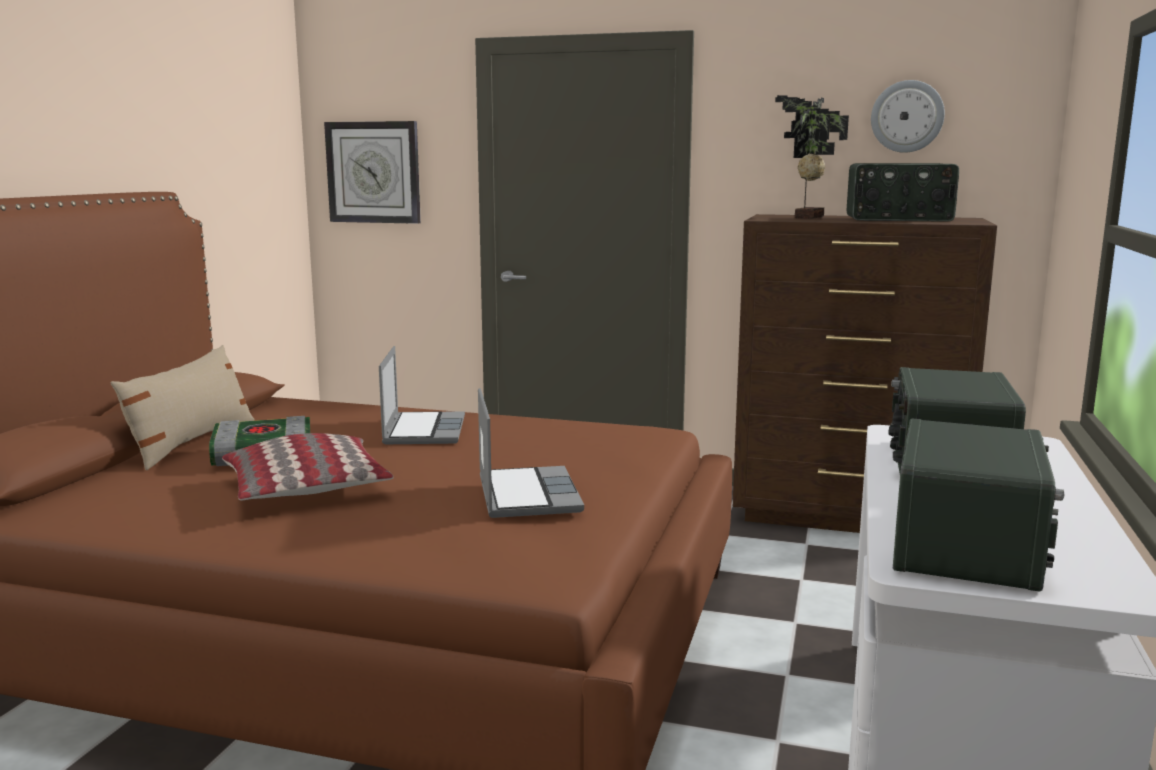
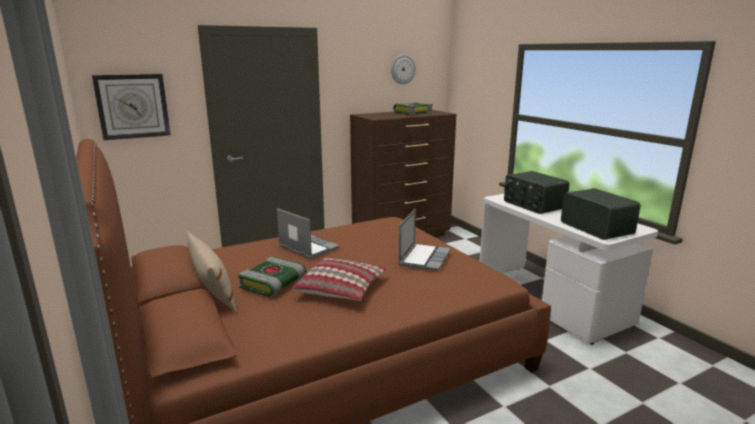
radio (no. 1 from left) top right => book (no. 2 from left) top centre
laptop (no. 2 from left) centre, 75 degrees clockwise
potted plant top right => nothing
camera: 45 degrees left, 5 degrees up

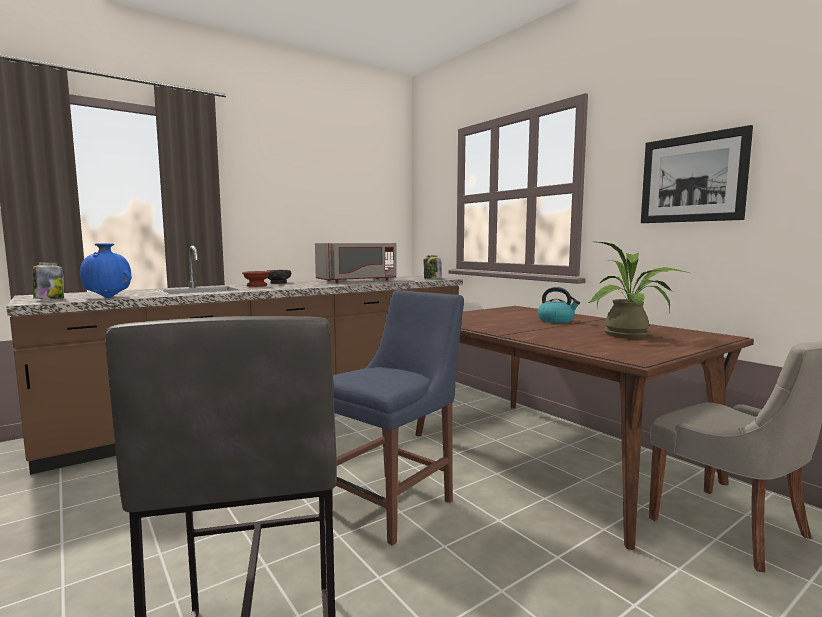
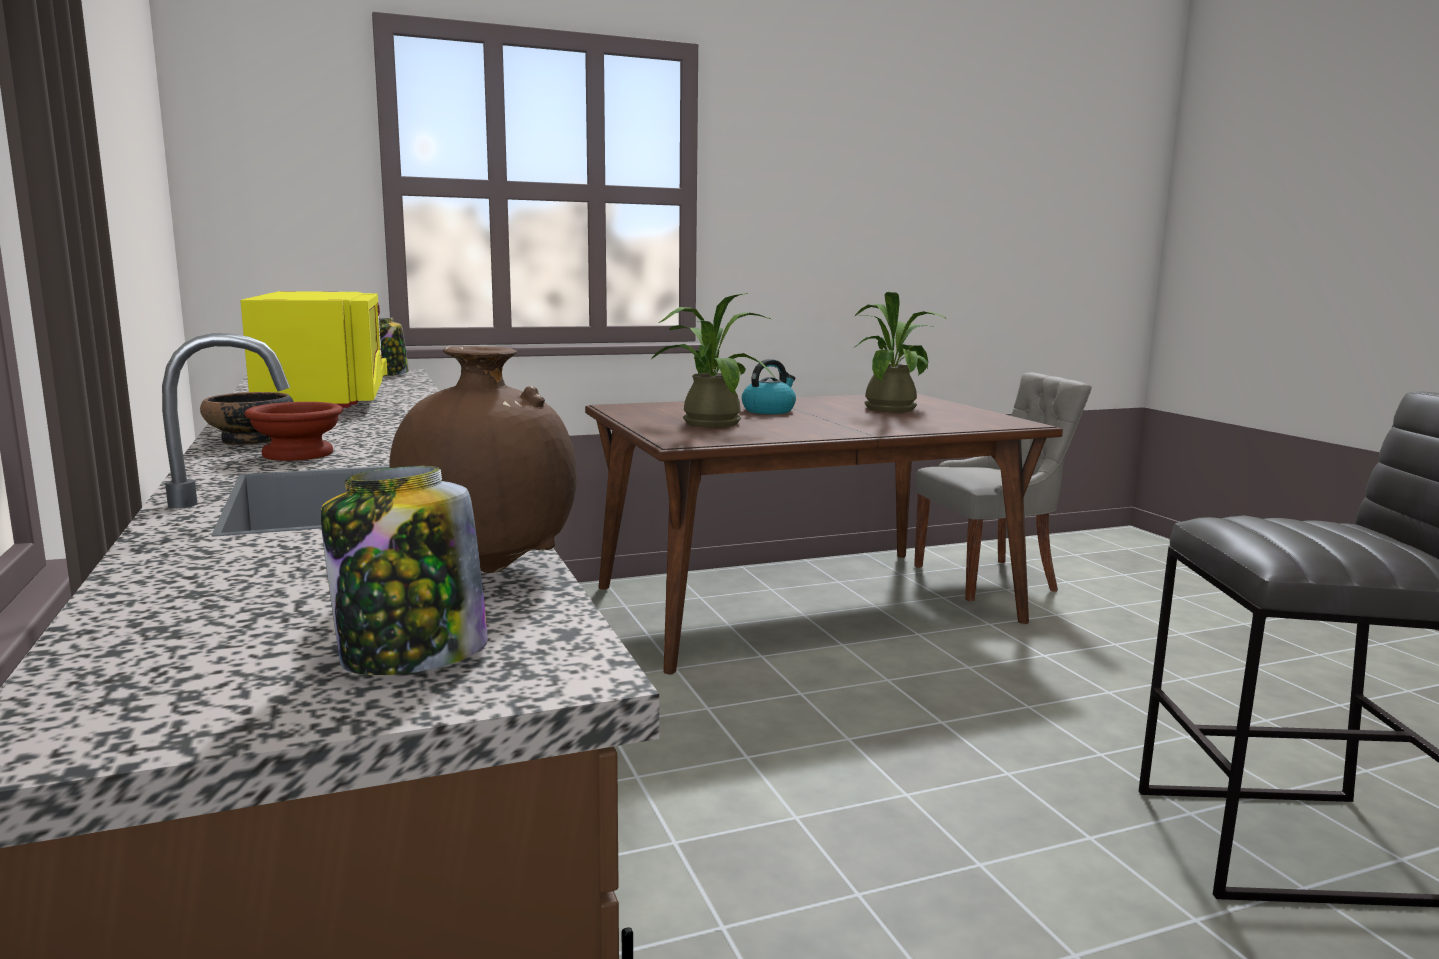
microwave (grey) centre => microwave (yellow) middle left
vase (blue) middle left => vase (brown) centre
nothing => potted plant (no. 1 from left) centre
chair (blue) bottom centre => nothing
picture top right => nothing
camera: 75 degrees left, 5 degrees up

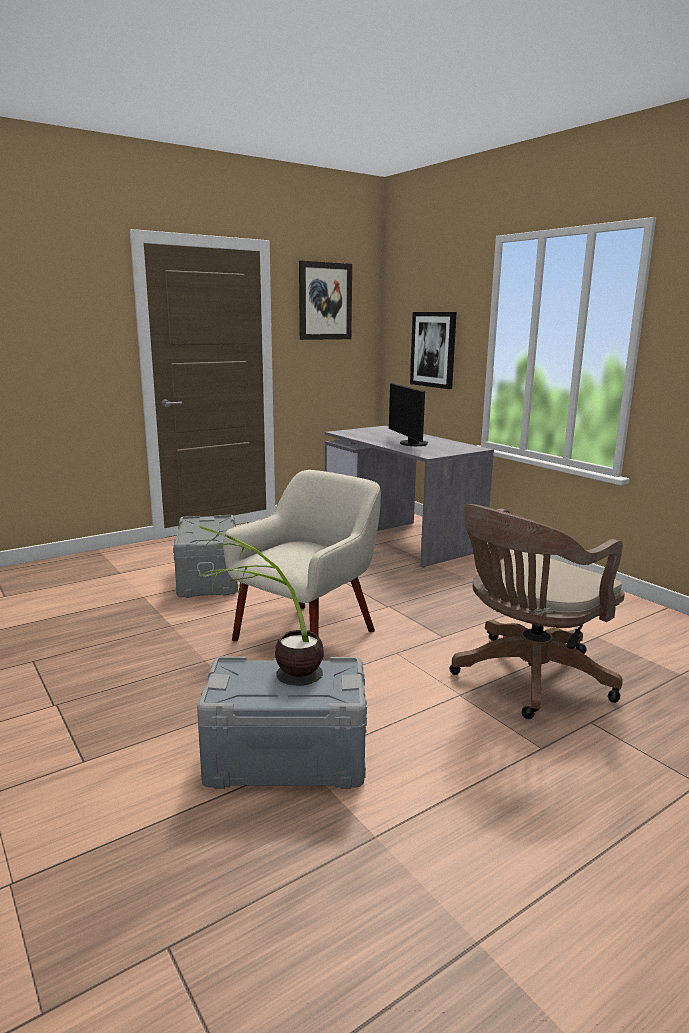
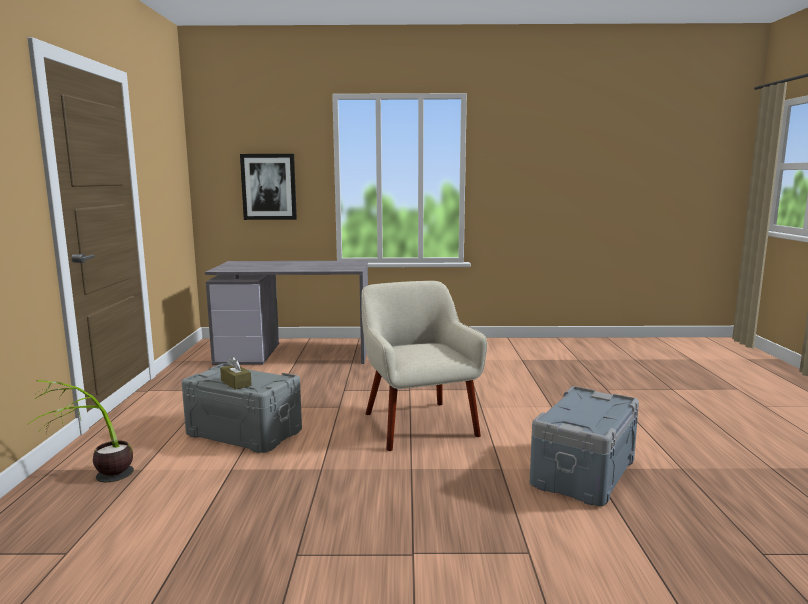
potted plant centre => potted plant bottom left, relocated
nothing => tissue box (brown) middle left
picture (no. 1 from left) top centre => nothing
monitor centre => nothing
office chair (brown) middle right => nothing
camera: 55 degrees left, 5 degrees down

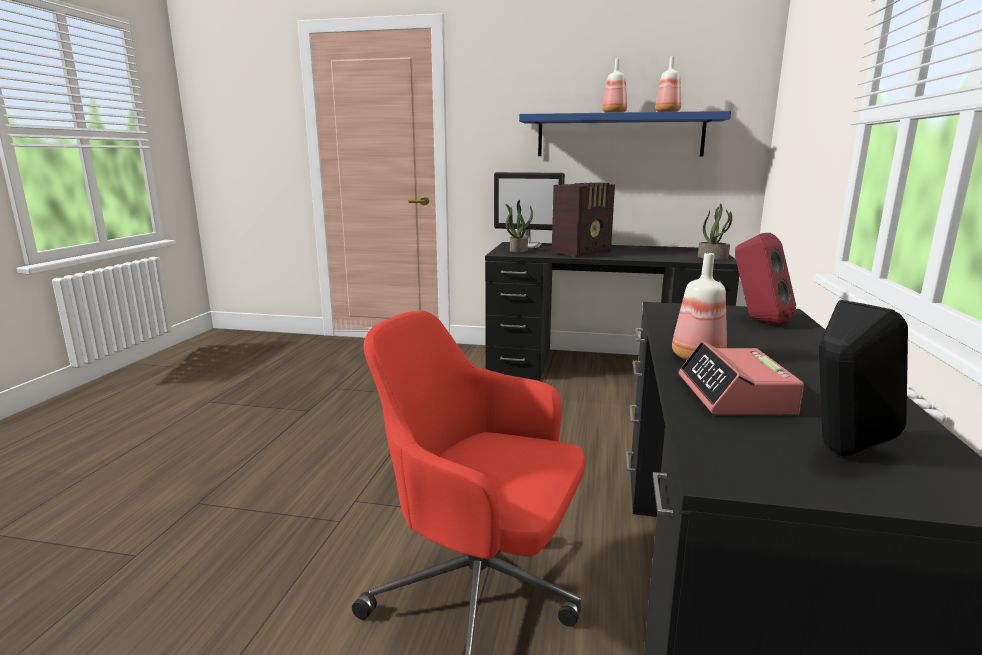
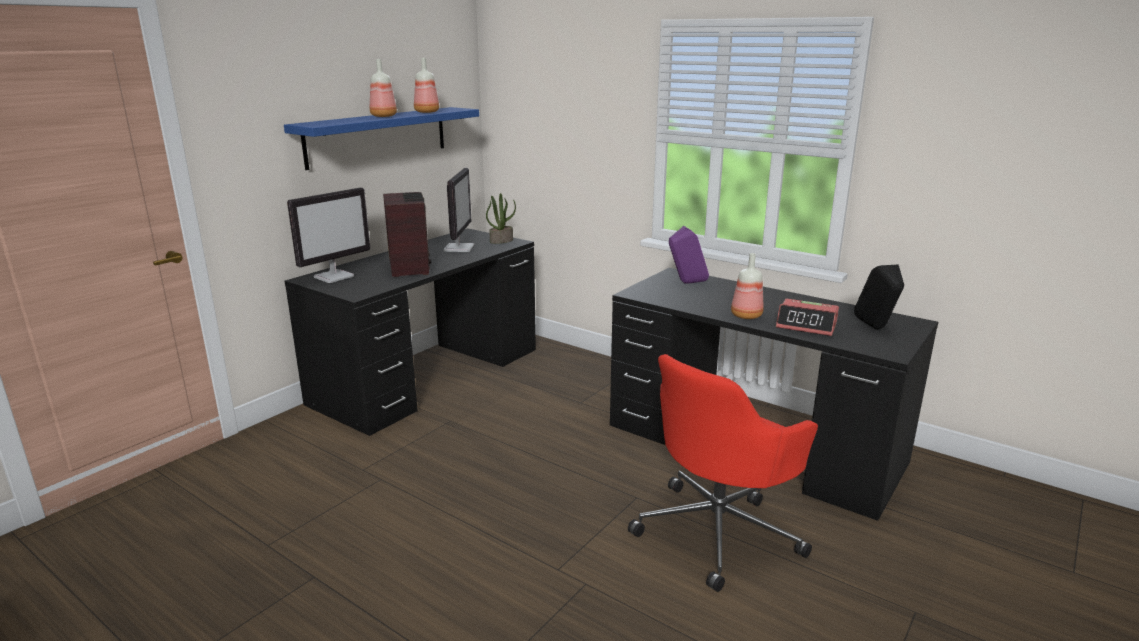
nothing => monitor (no. 2 from left) top centre
speaker (red) middle right => speaker (purple) centre
potted plant (no. 1 from left) centre => nothing
camera: 65 degrees left, 5 degrees up

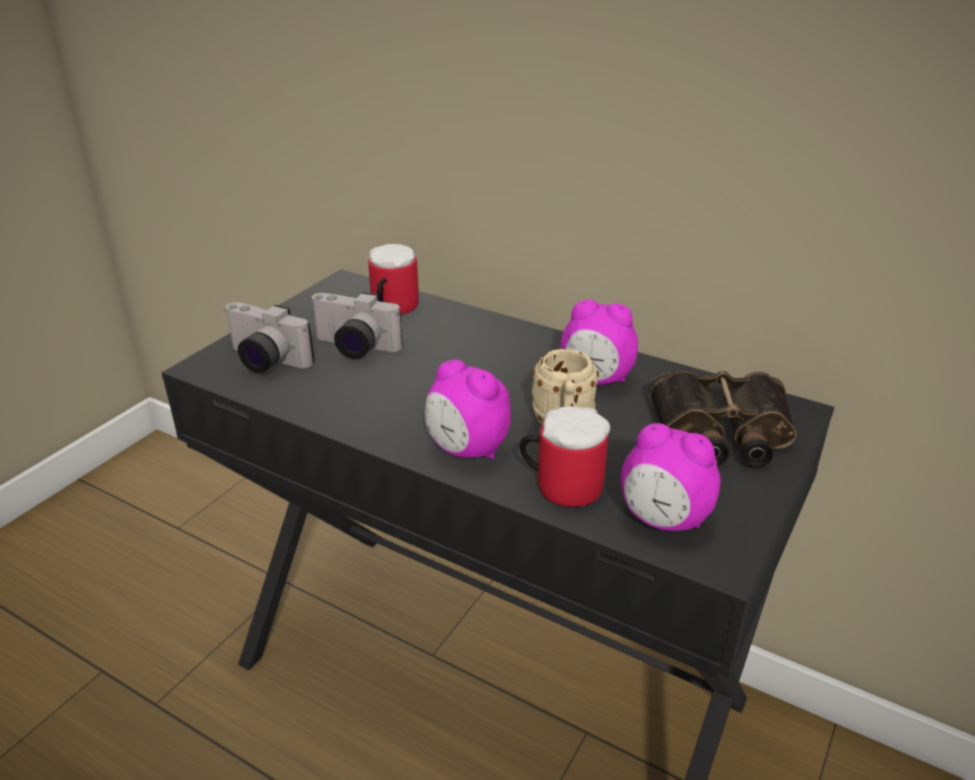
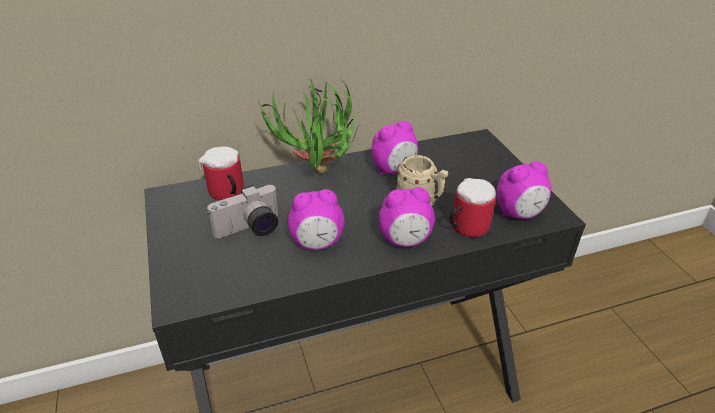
nothing => potted plant top centre
nothing => alarm clock (no. 1 from left) centre
photo camera (no. 1 from left) middle left => nothing
binoculars middle right => nothing
camera: 50 degrees left, 5 degrees up

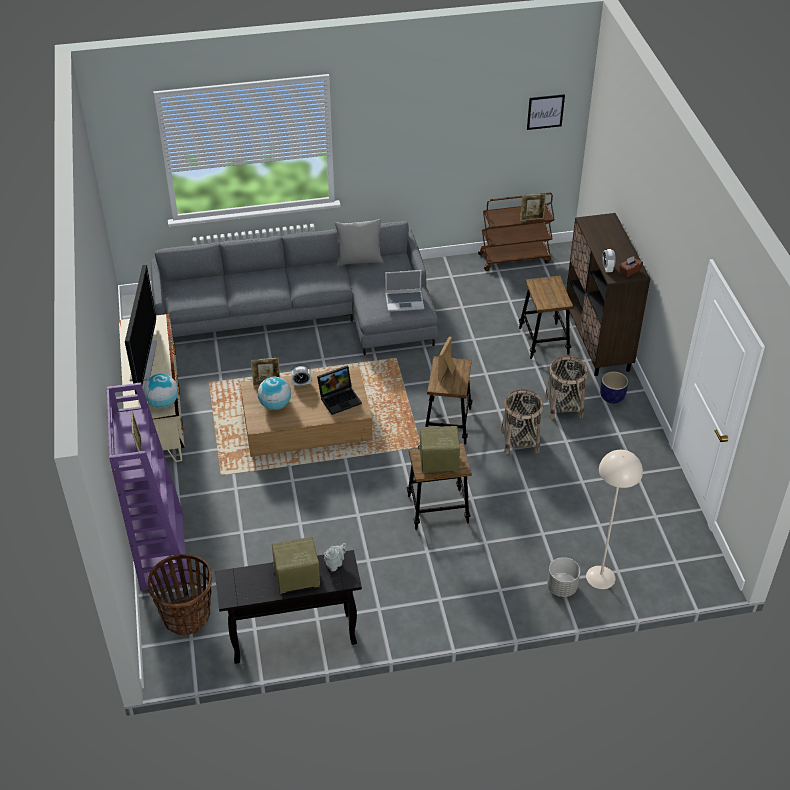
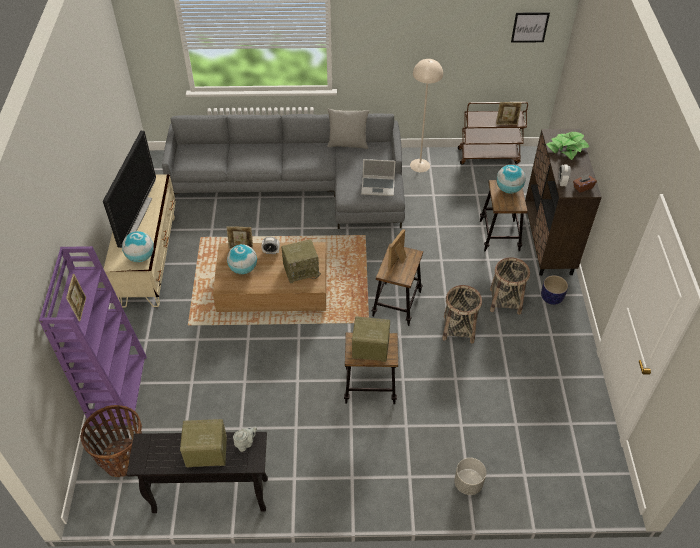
laptop (no. 1 from left) centre => radio (no. 2 from left) centre
floor lamp (beige) middle right => floor lamp (beige) top centre, relocated
nothing => globe (no. 3 from left) top right
nothing => potted plant top right
camera: 10 degrees right, 5 degrees up

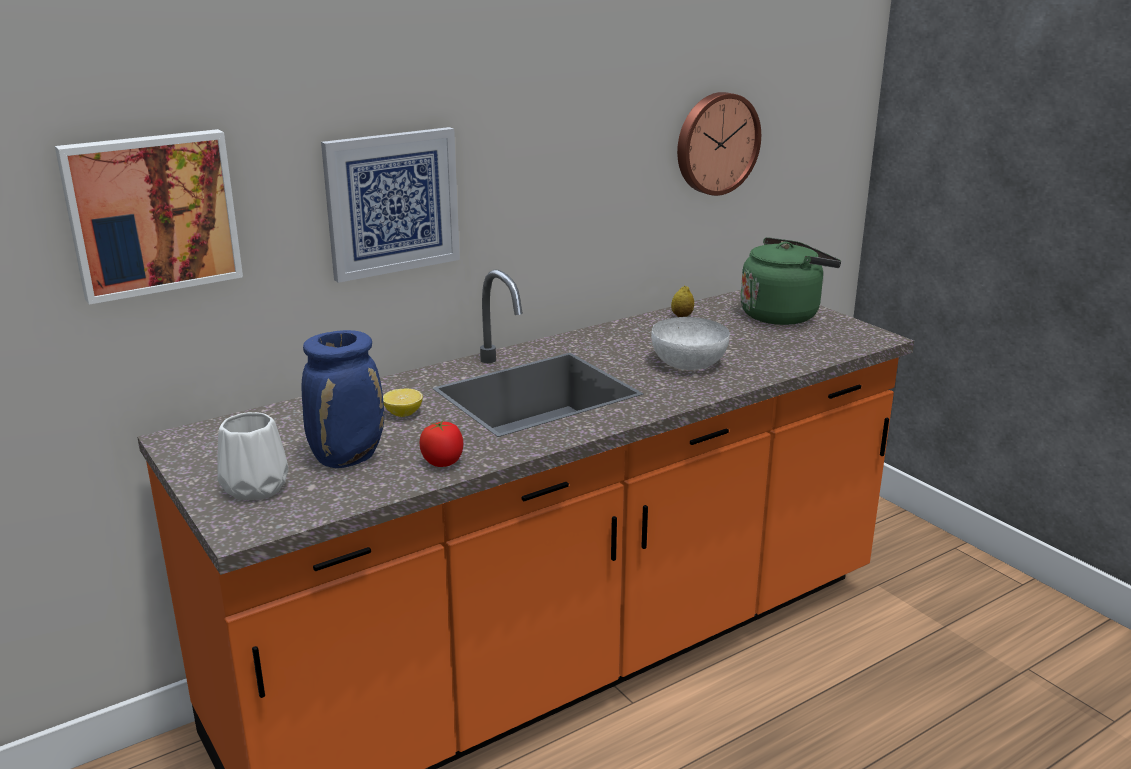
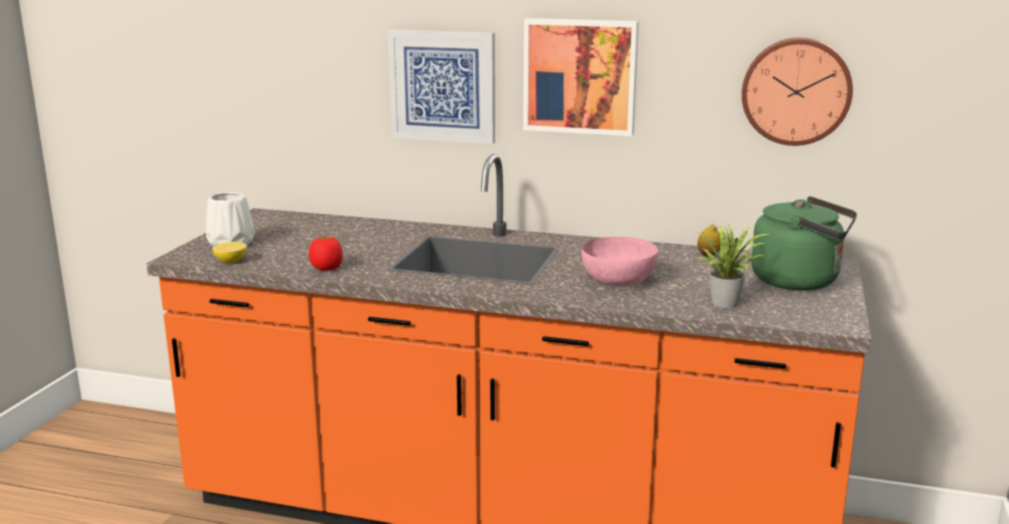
lemon (no. 1 from left) centre => lemon (no. 1 from left) middle left, relocated
picture (no. 1 from left in the first image) top left => picture (no. 2 from left) top centre, relocated
bowl (white) centre => bowl (pink) centre
nothing => potted plant middle right
vase (blue) middle left => nothing
camera: 50 degrees right, 5 degrees down

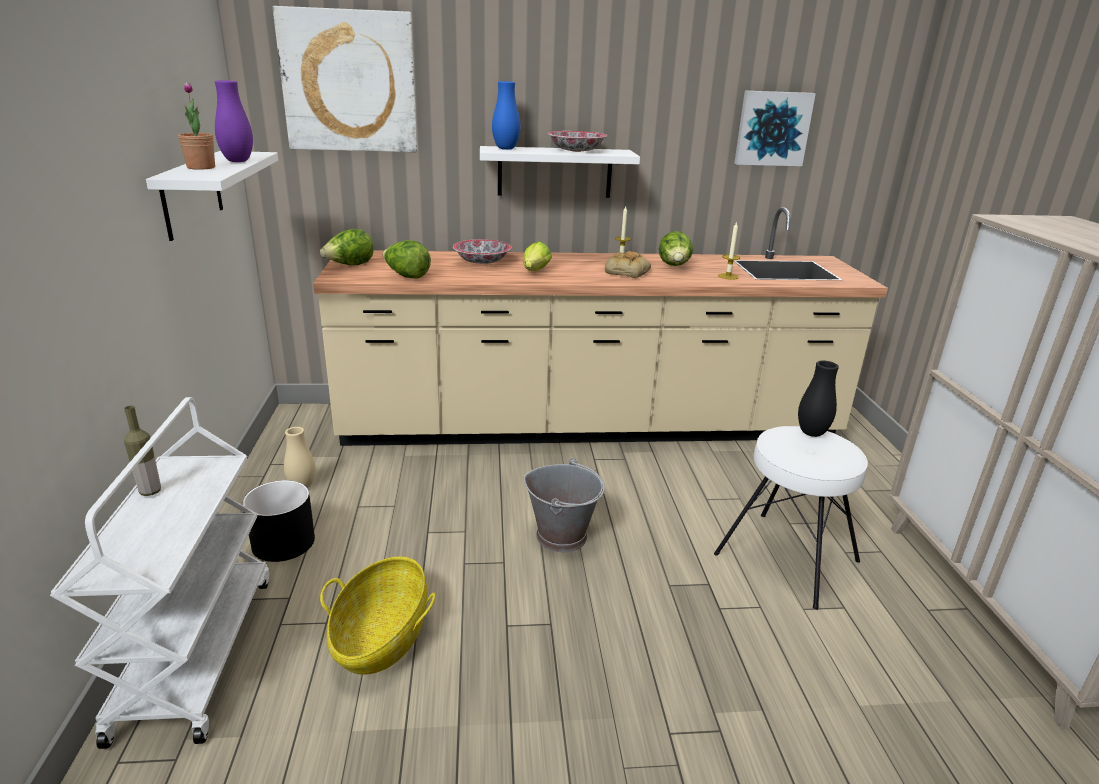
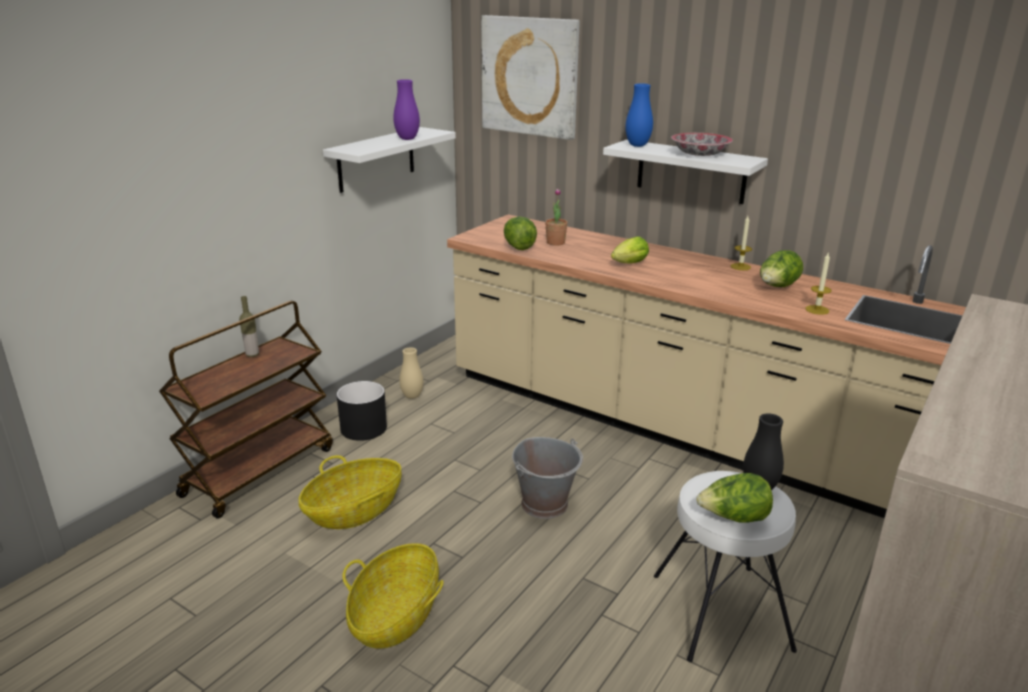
cart (white) bottom left => cart (brown) middle left
nothing => basket (no. 2 from left) bottom centre
potted plant top left => potted plant top centre, relocated
lettuce (no. 1 from left in the first image) top left => lettuce (no. 3 from left) bottom right, relocated
bowl (no. 1 from left) top centre => nothing
bread centre => nothing
picture (no. 2 from left) top right => nothing
camera: 40 degrees right, 0 degrees up

